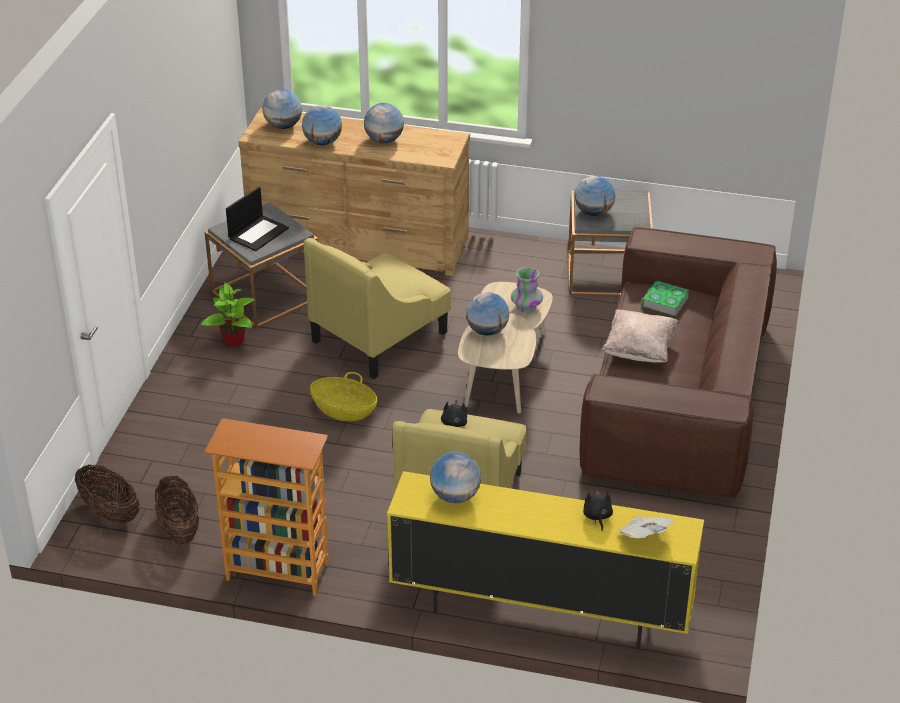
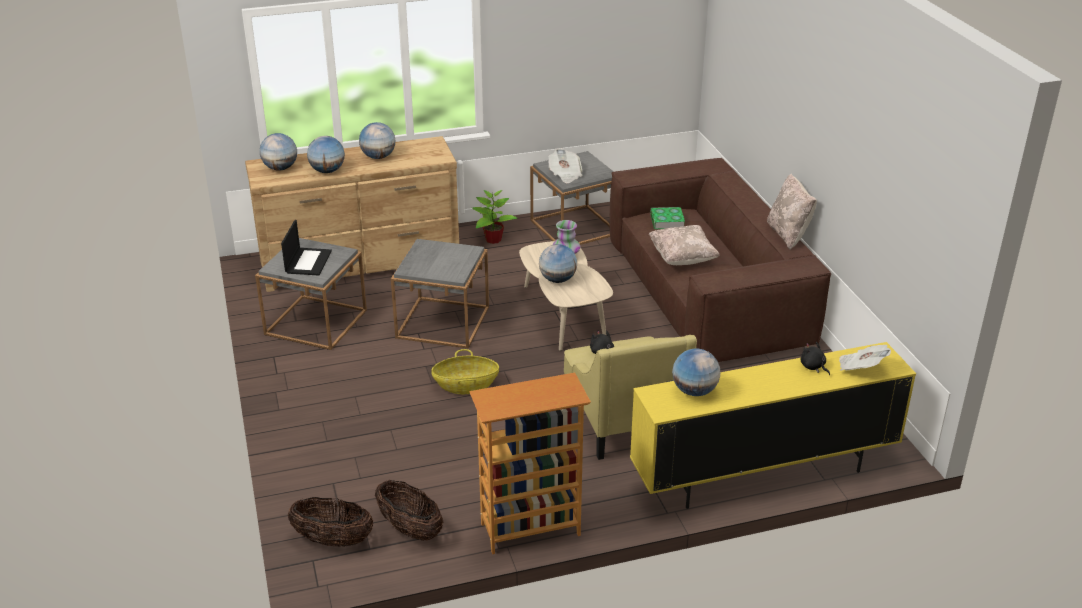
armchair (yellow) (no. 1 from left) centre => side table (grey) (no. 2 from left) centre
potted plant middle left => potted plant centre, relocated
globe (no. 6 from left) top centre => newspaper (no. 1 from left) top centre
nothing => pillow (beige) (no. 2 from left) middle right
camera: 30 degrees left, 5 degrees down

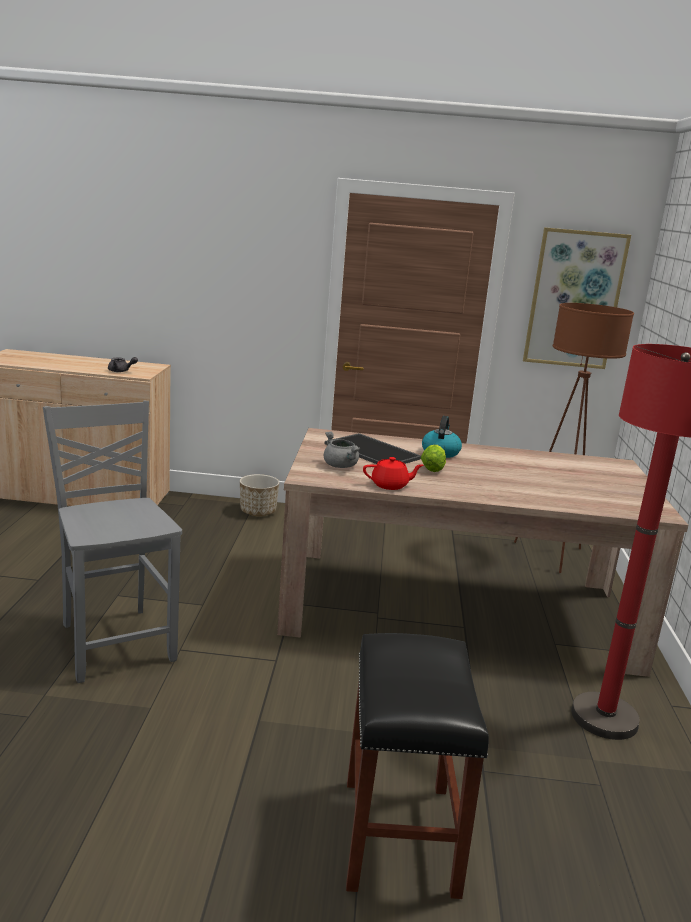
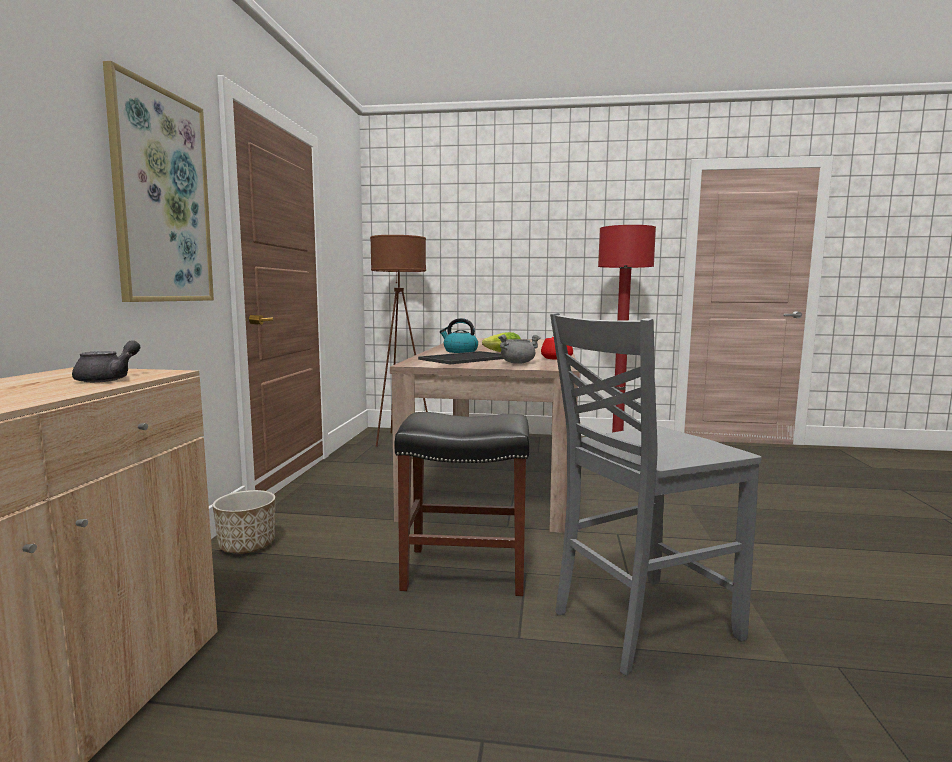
picture top right => picture top left, relocated
stool (black) bottom centre => stool (black) centre, relocated
camera: 85 degrees left, 10 degrees down

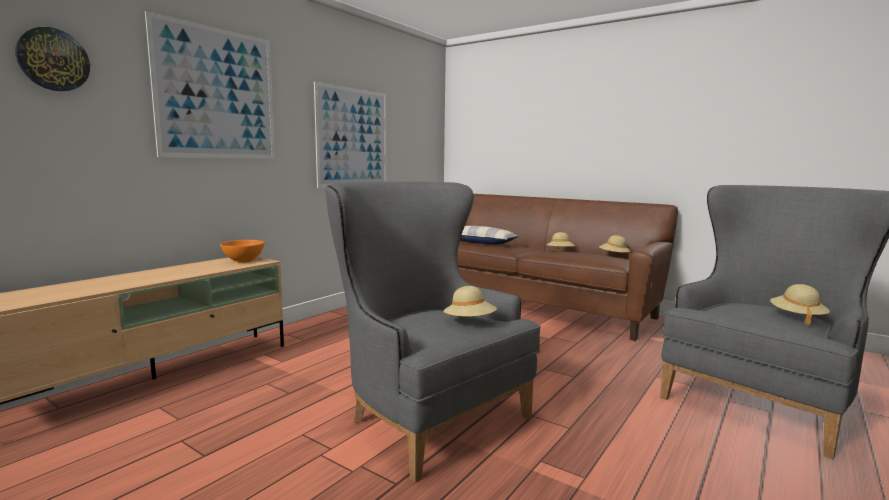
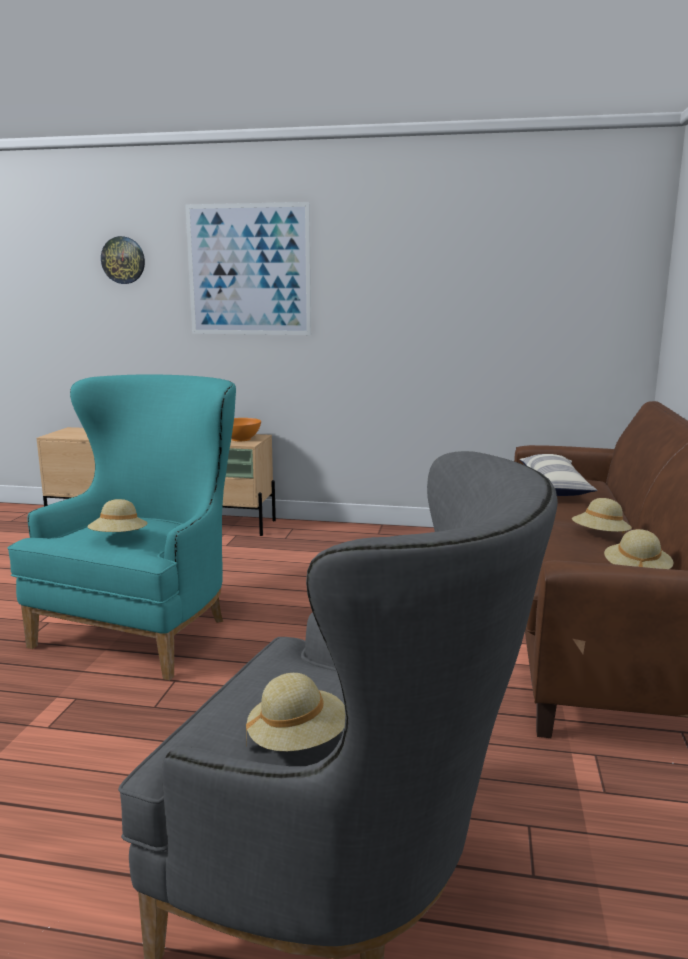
armchair (grey) (no. 1 from left) centre => armchair (turquoise) middle left
picture (no. 2 from left) top centre => nothing
camera: 65 degrees right, 5 degrees up

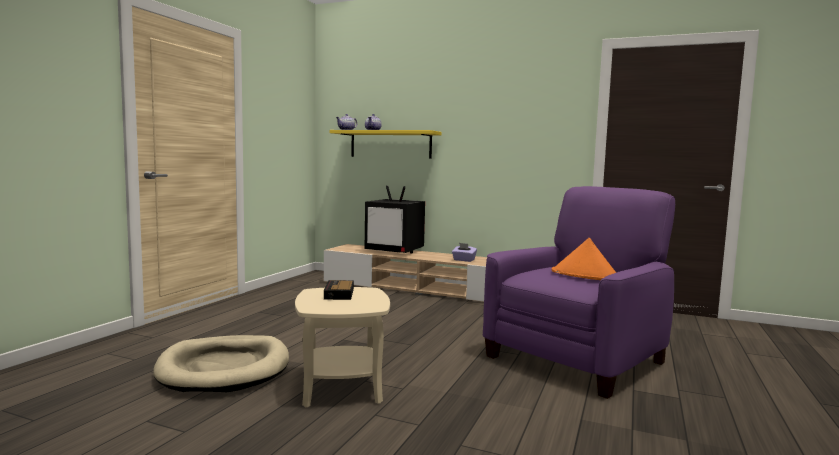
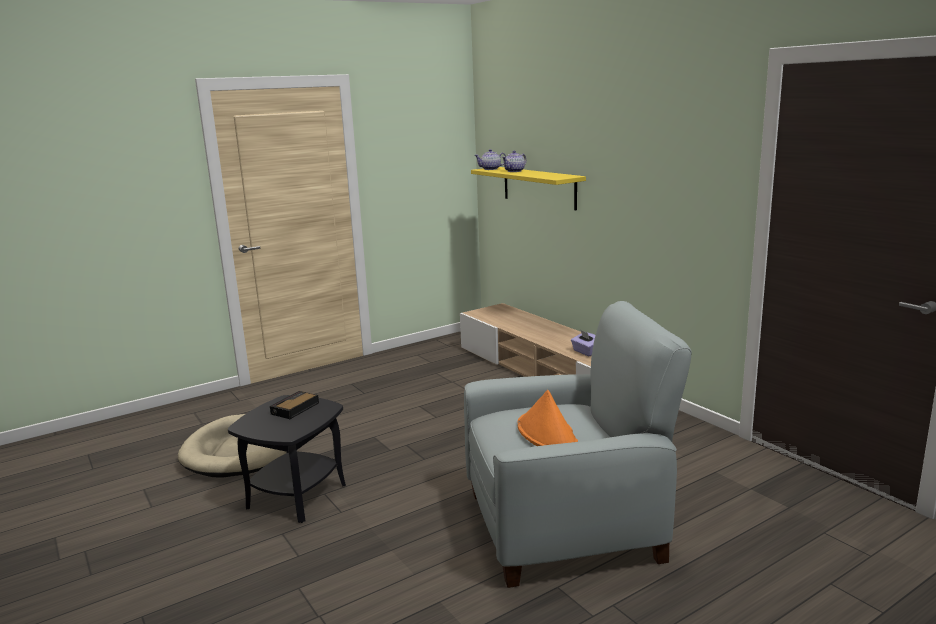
side table (beige) bottom centre => side table (black) bottom left
armchair (purple) middle right => armchair (grey) bottom centre
television centre => nothing
camera: 35 degrees right, 10 degrees up

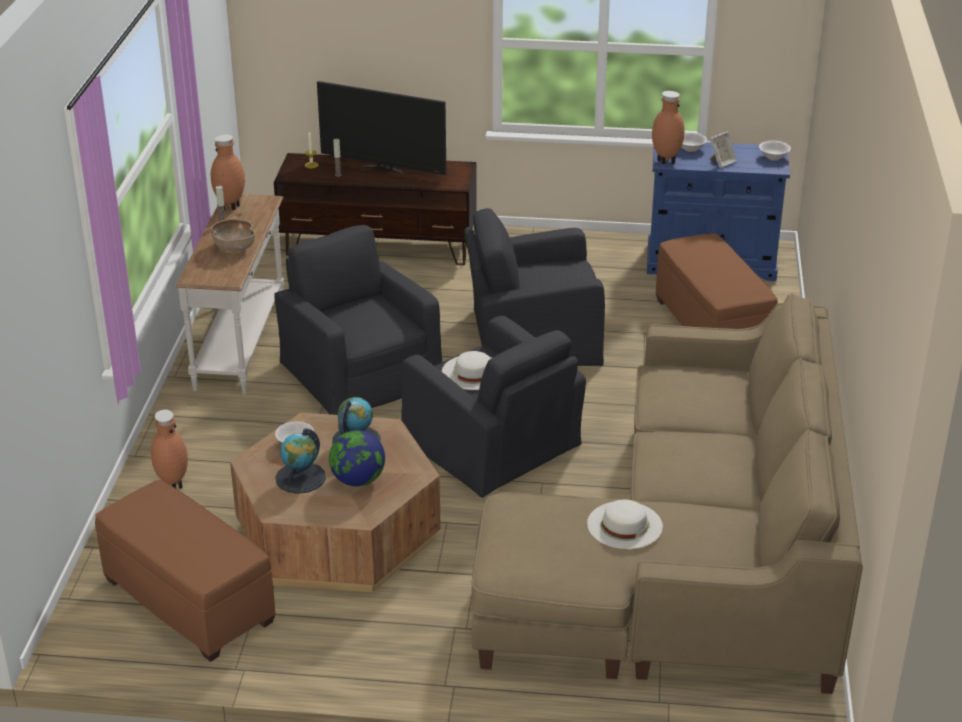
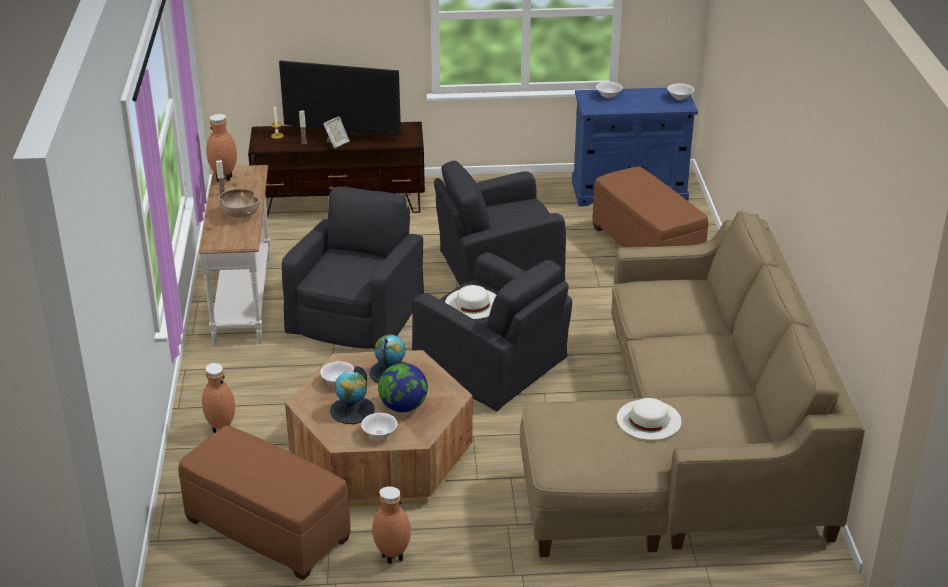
armchair (black) (no. 1 from left) centre, 60 degrees clockwise
picture frame top right => picture frame top centre, relocated
nothing => bowl (white) (no. 2 from left) bottom centre
vase (brown) (no. 3 from left) top right => vase (brown) (no. 3 from left) bottom centre, relocated
camera: 10 degrees left, 0 degrees up

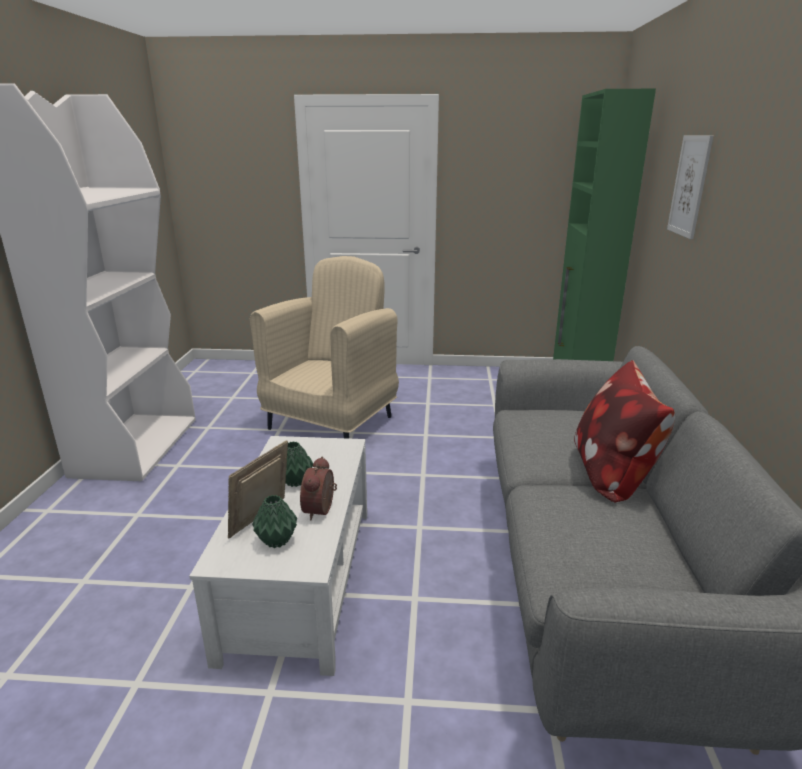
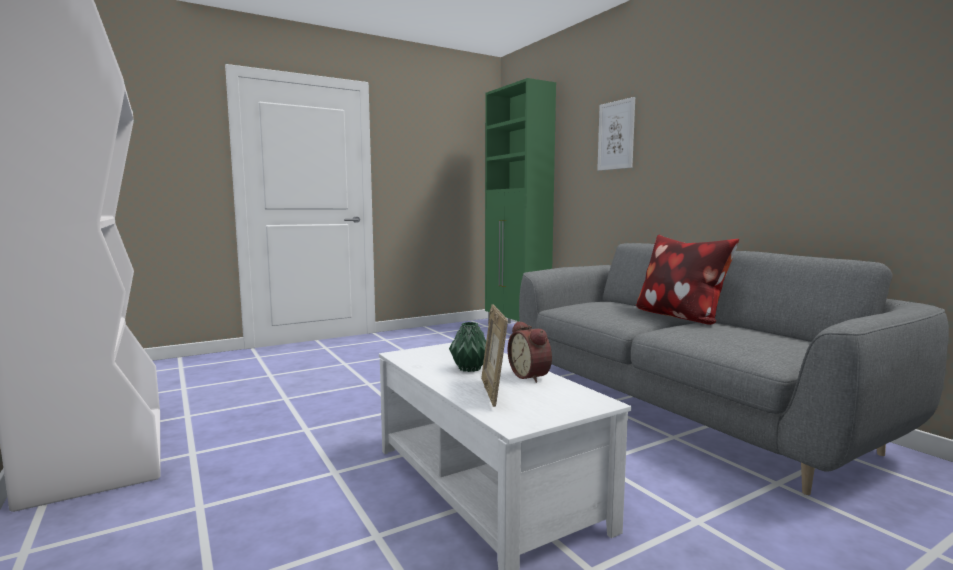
armchair (beige) centre => nothing
vase (green) (no. 1 from left) bottom centre => nothing
camera: 35 degrees left, 15 degrees down

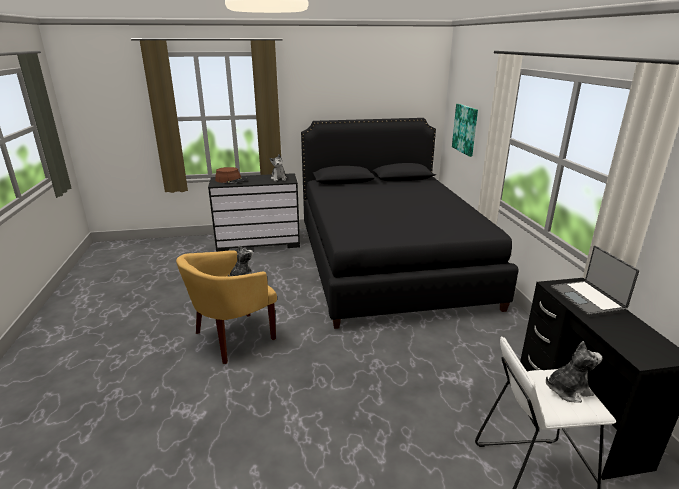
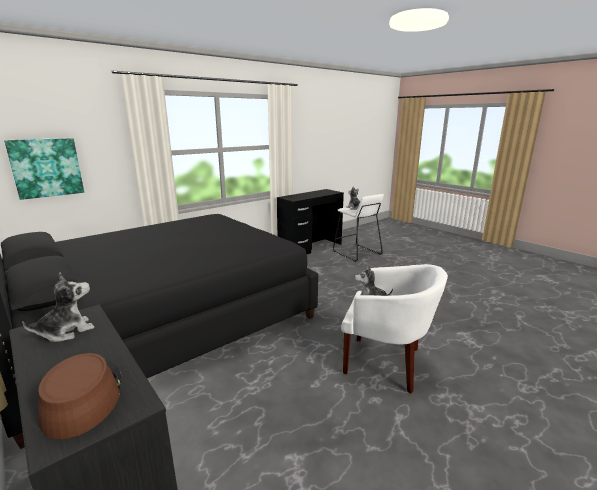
armchair (yellow) middle left => armchair (white) bottom centre
laptop middle right => nothing
camera: 120 degrees left, 5 degrees down

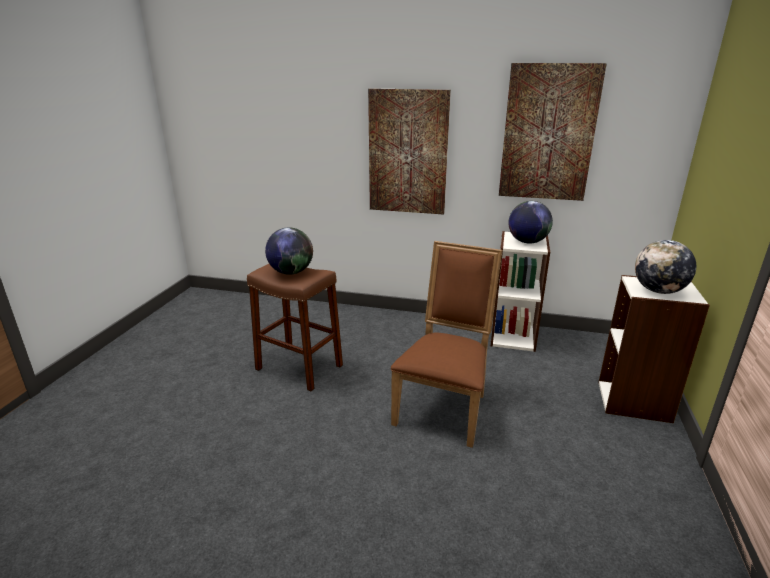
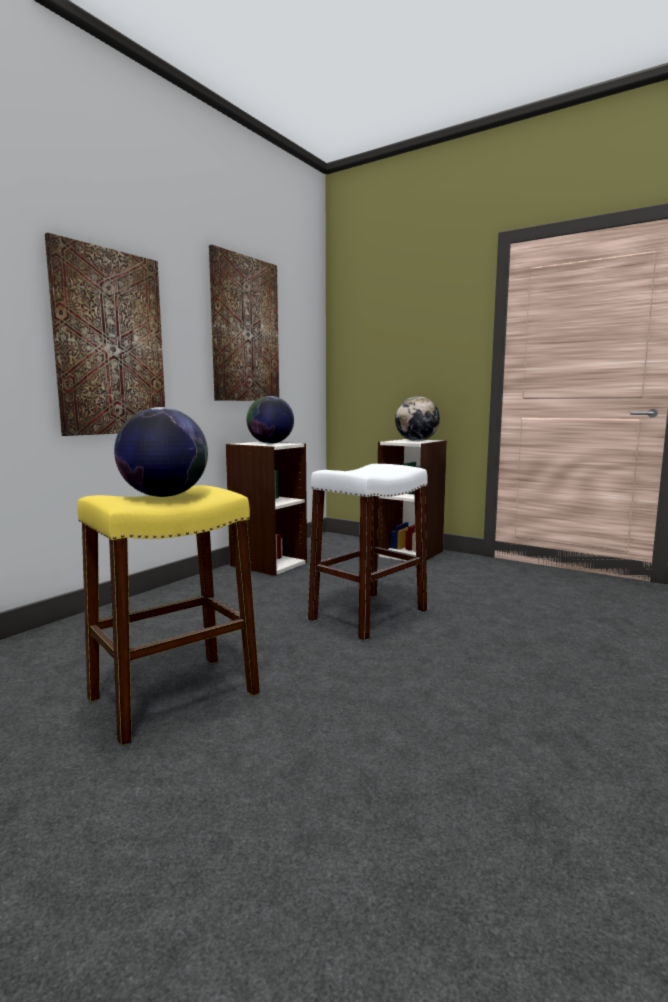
stool (brown) centre => stool (yellow) middle left
chair (brown) centre => stool (white) centre
camera: 70 degrees left, 15 degrees down

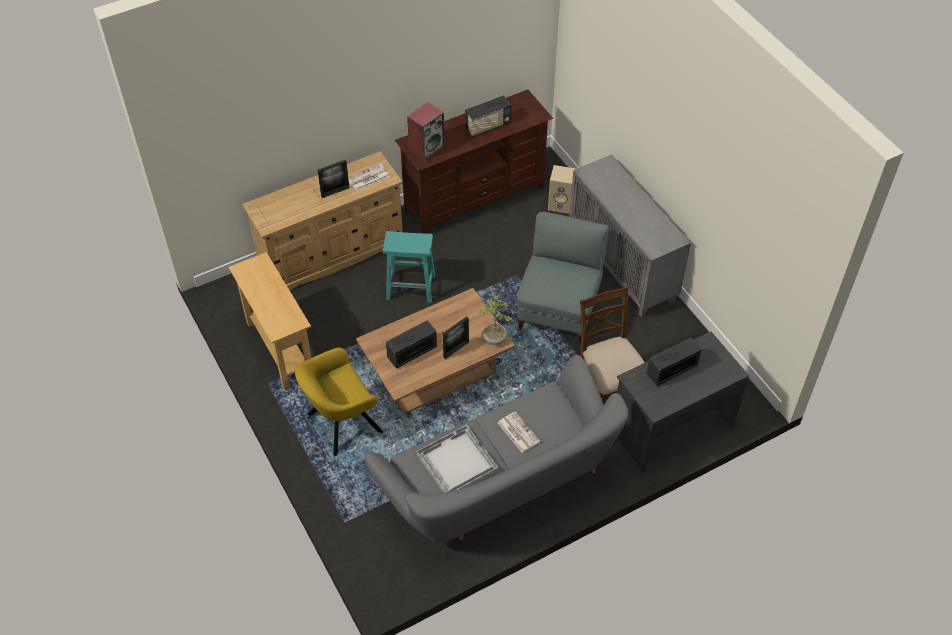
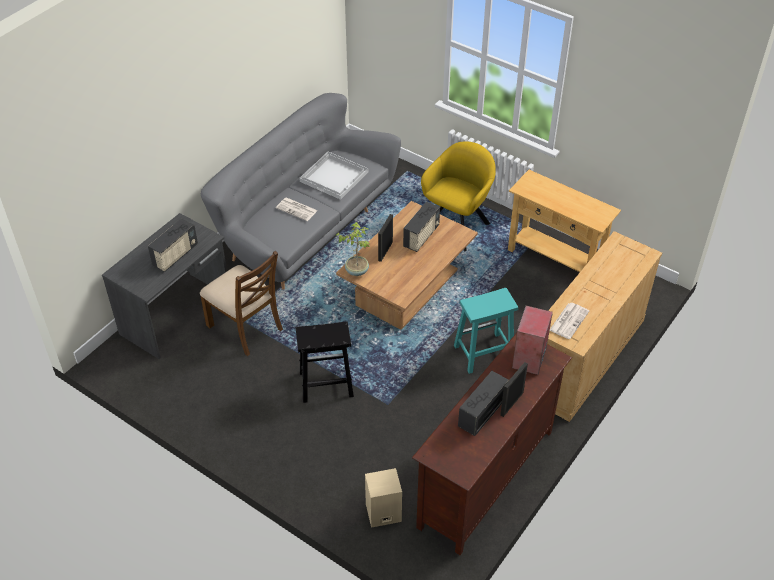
armchair (grey) centre => stool (black) centre
picture frame (no. 1 from left in the first image) top centre => picture frame (no. 2 from left) bottom centre, relocated
cabinet (grey) centre => nothing
camera: 155 degrees right, 5 degrees down

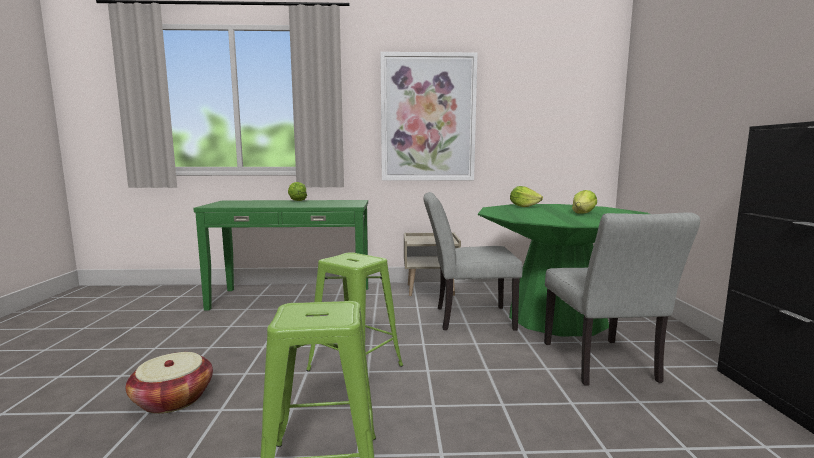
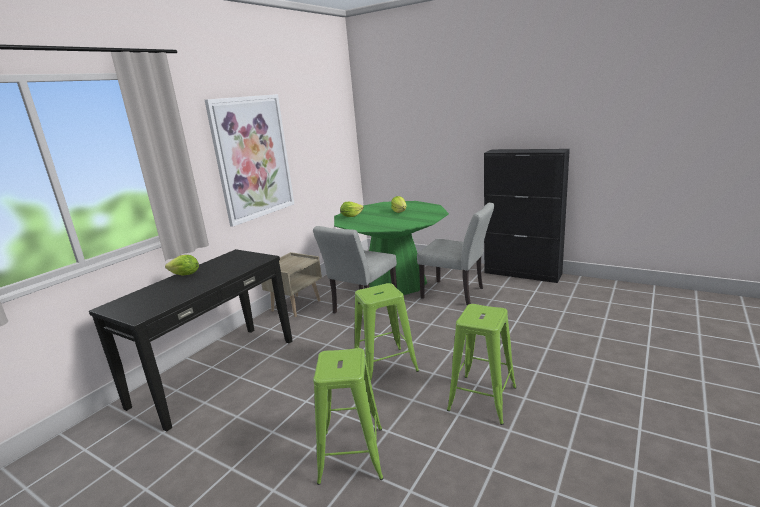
console table (green) centre => console table (black) bottom left
basket bottom left => stool (green) (no. 1 from left) bottom centre
camera: 55 degrees left, 10 degrees up

